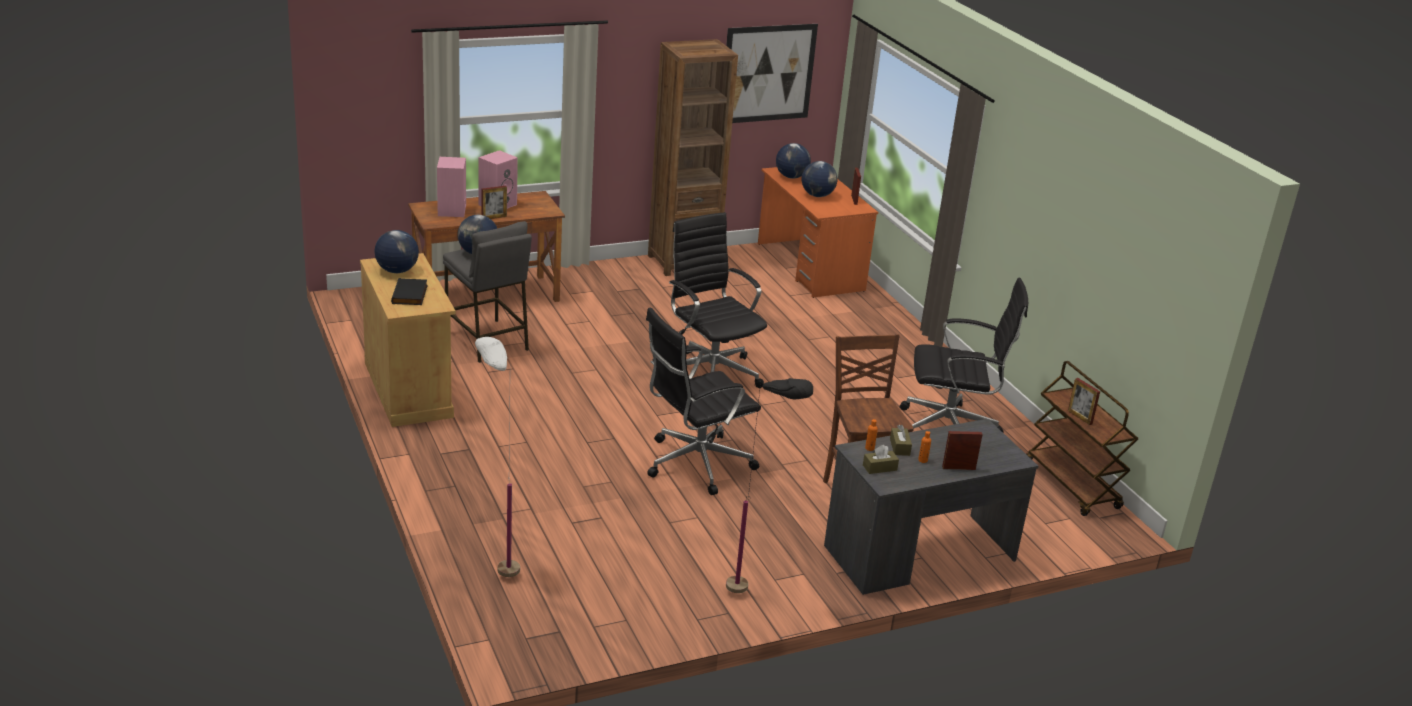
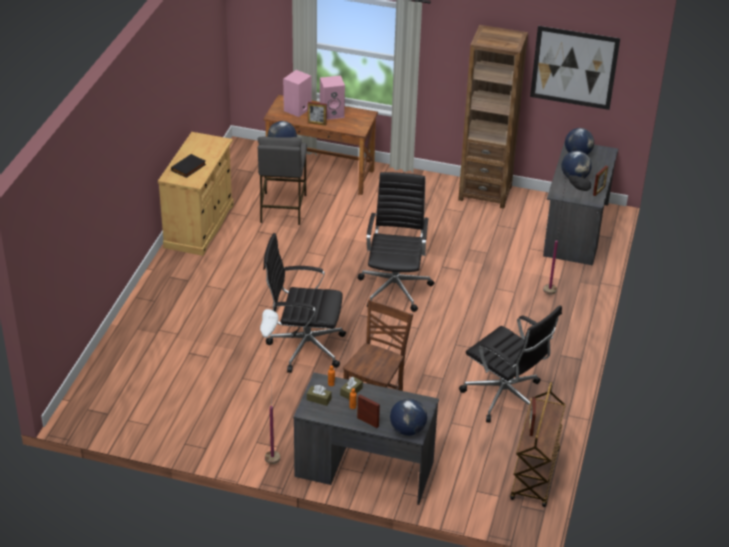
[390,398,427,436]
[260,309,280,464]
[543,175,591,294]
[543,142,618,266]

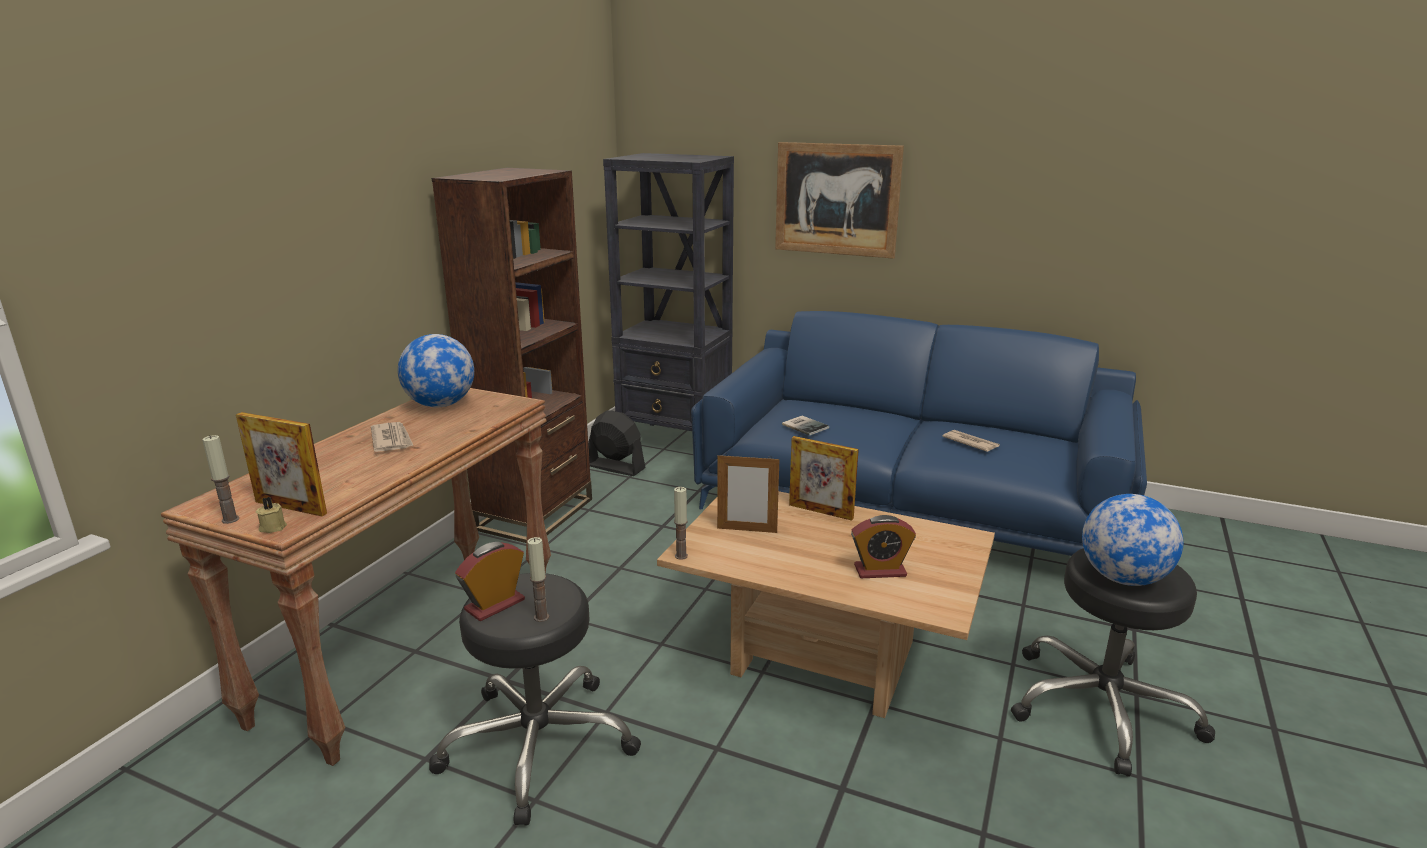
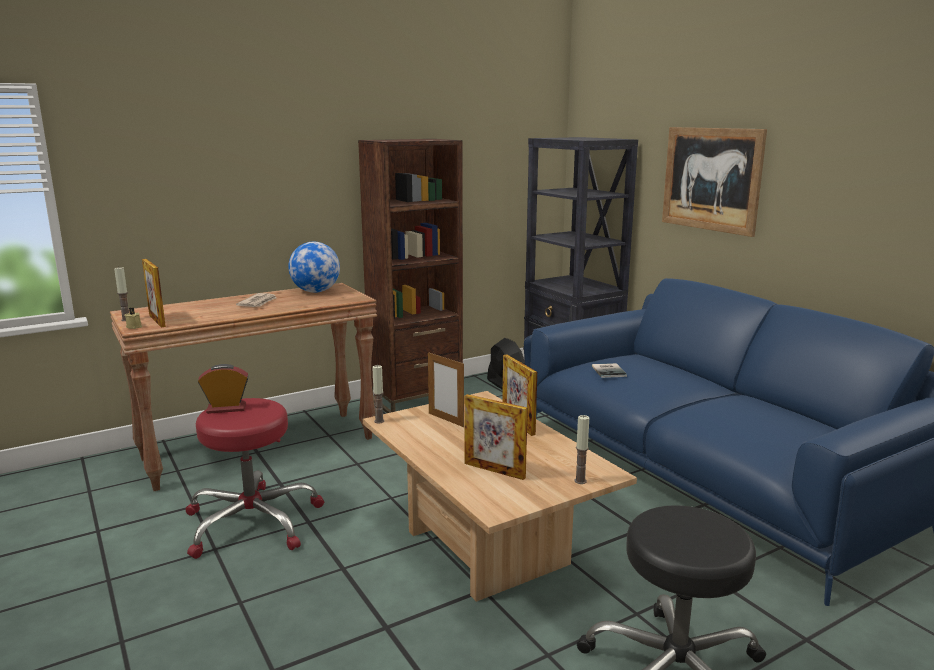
[943,430,1000,452] (first image)
[1082,494,1183,586] (first image)
[574,415,589,484]
[464,394,528,480]
[185,398,324,559]

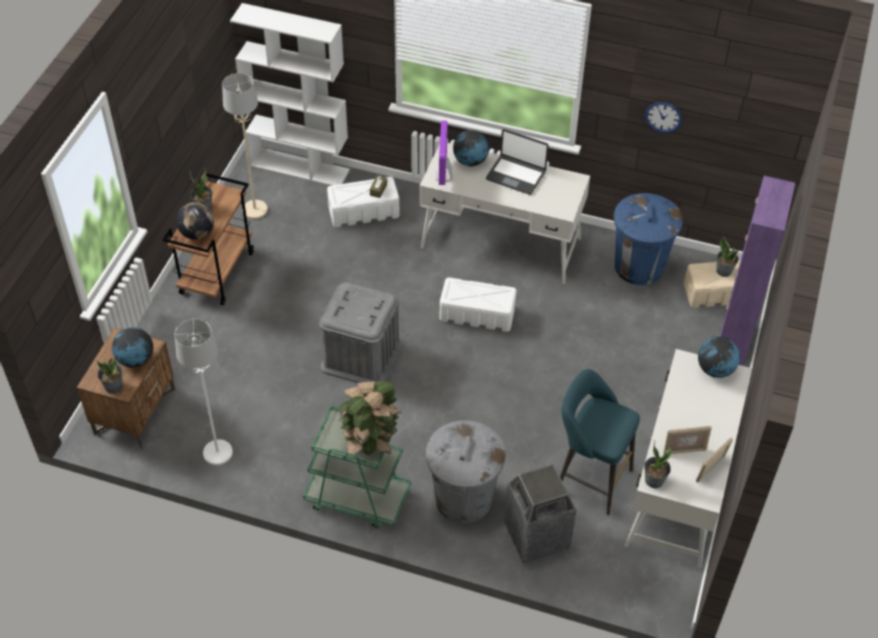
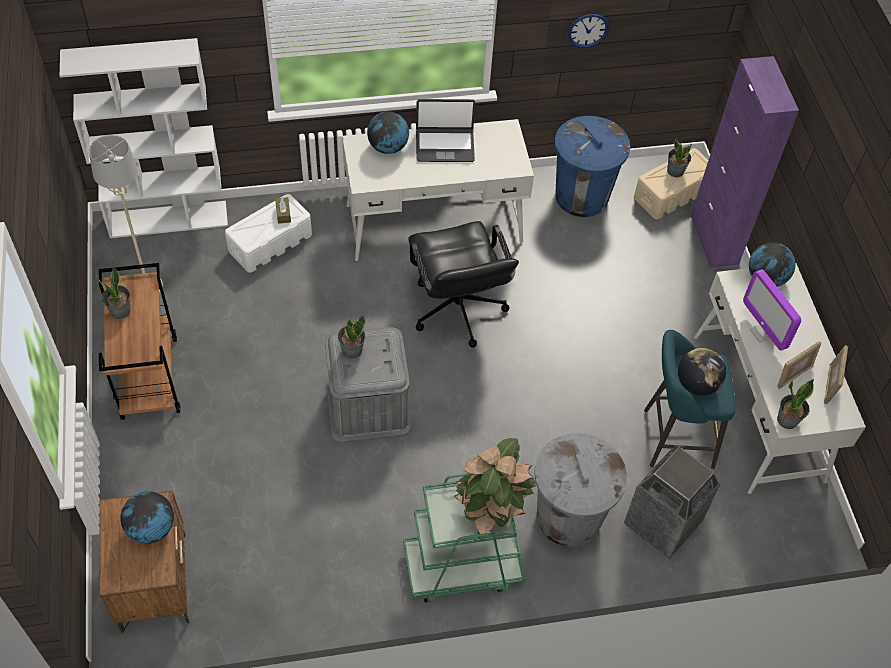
[174,319,233,465] (first image)
[337,315,365,359]
[678,348,726,396]
[743,269,801,351]
[408,221,519,348]

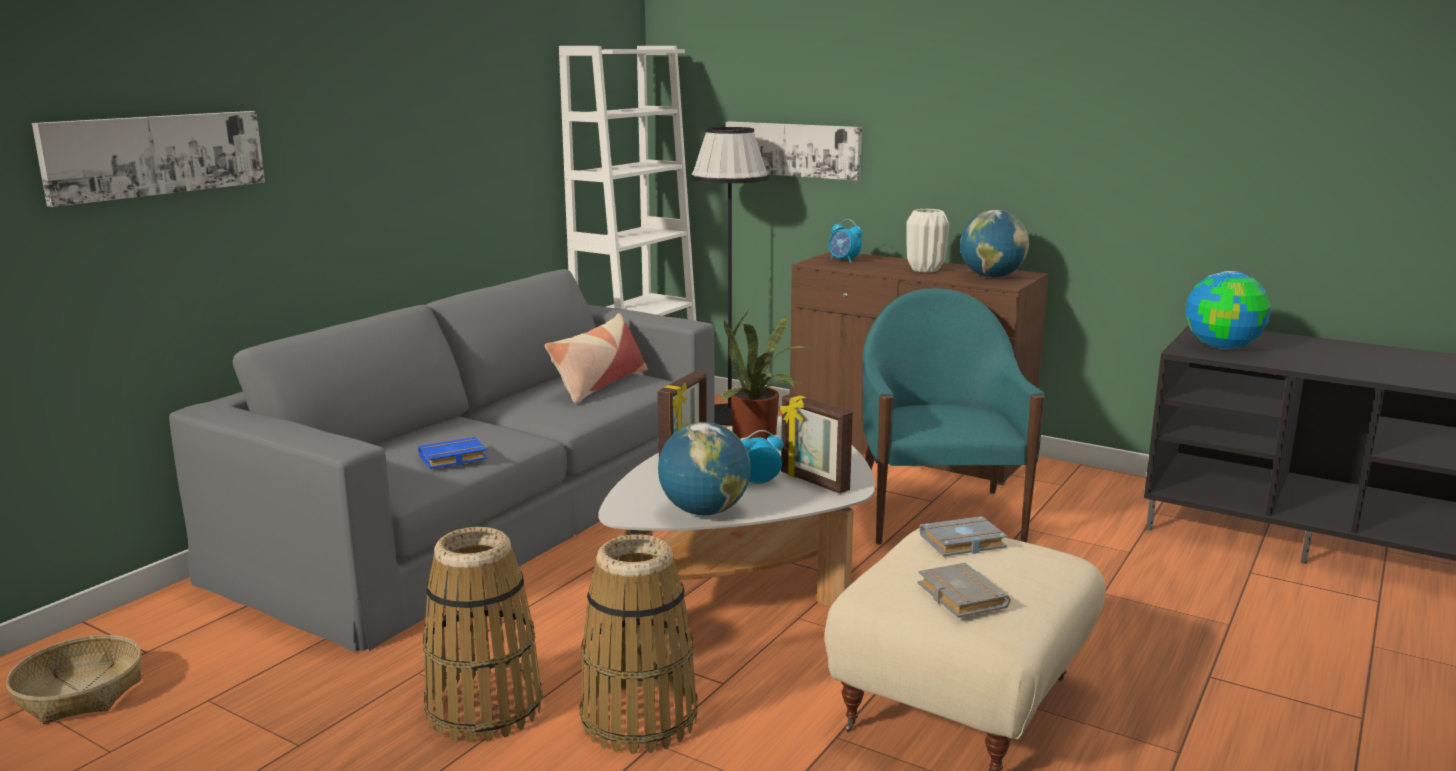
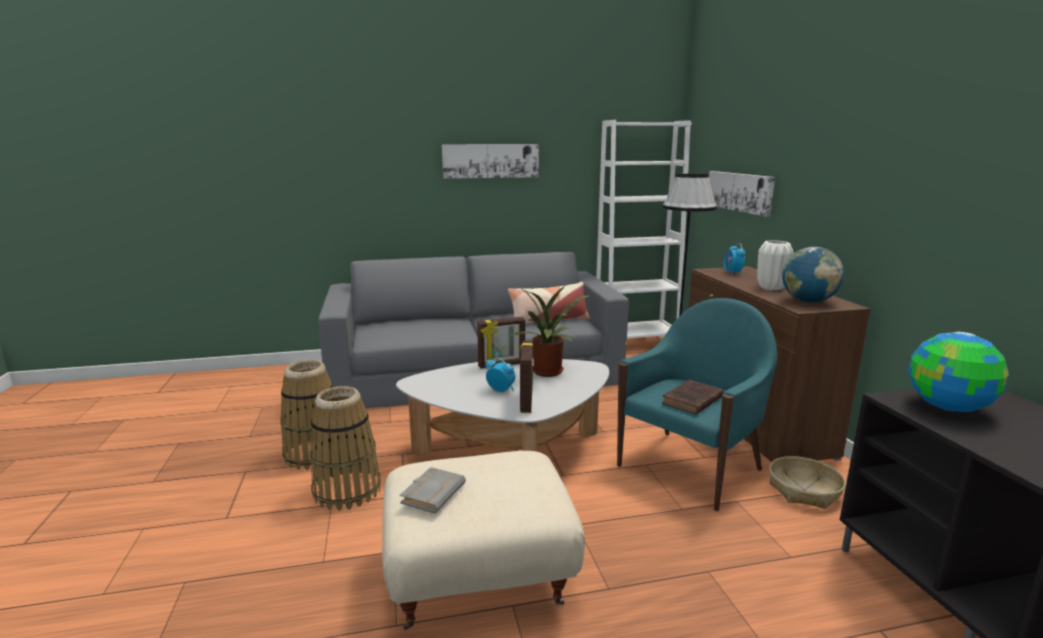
[418,437,488,469] (first image)
[658,422,751,515] (first image)
[919,516,1008,556] (first image)
[662,380,723,415]
[769,456,846,509]
[442,144,539,179]

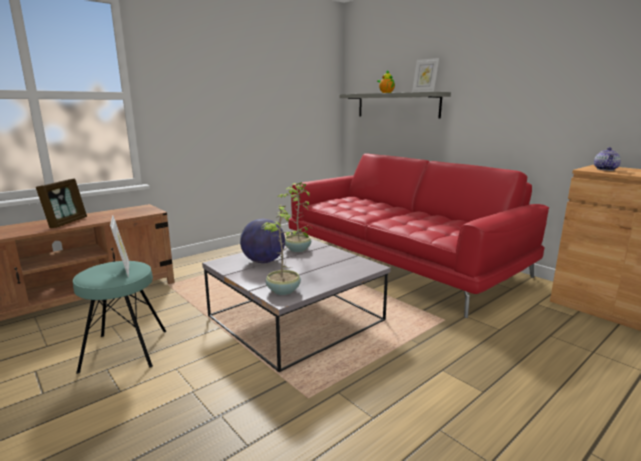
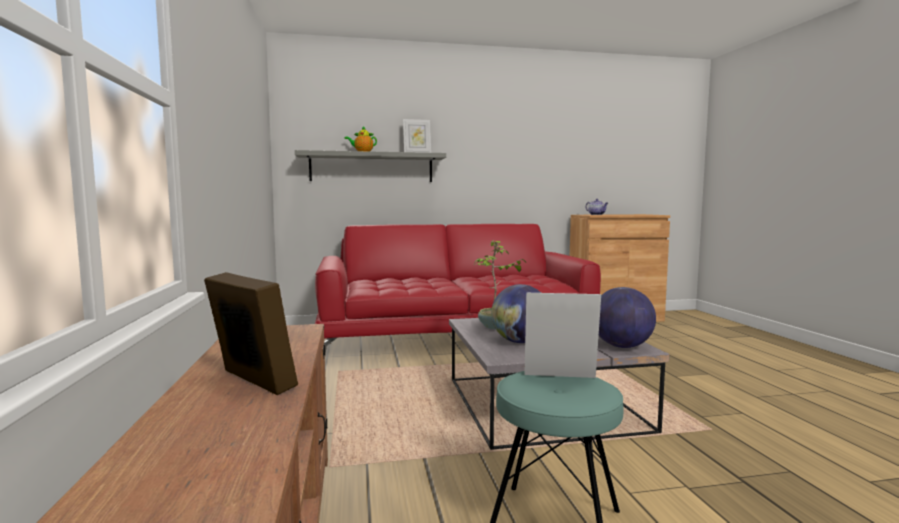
[599,287,656,348]

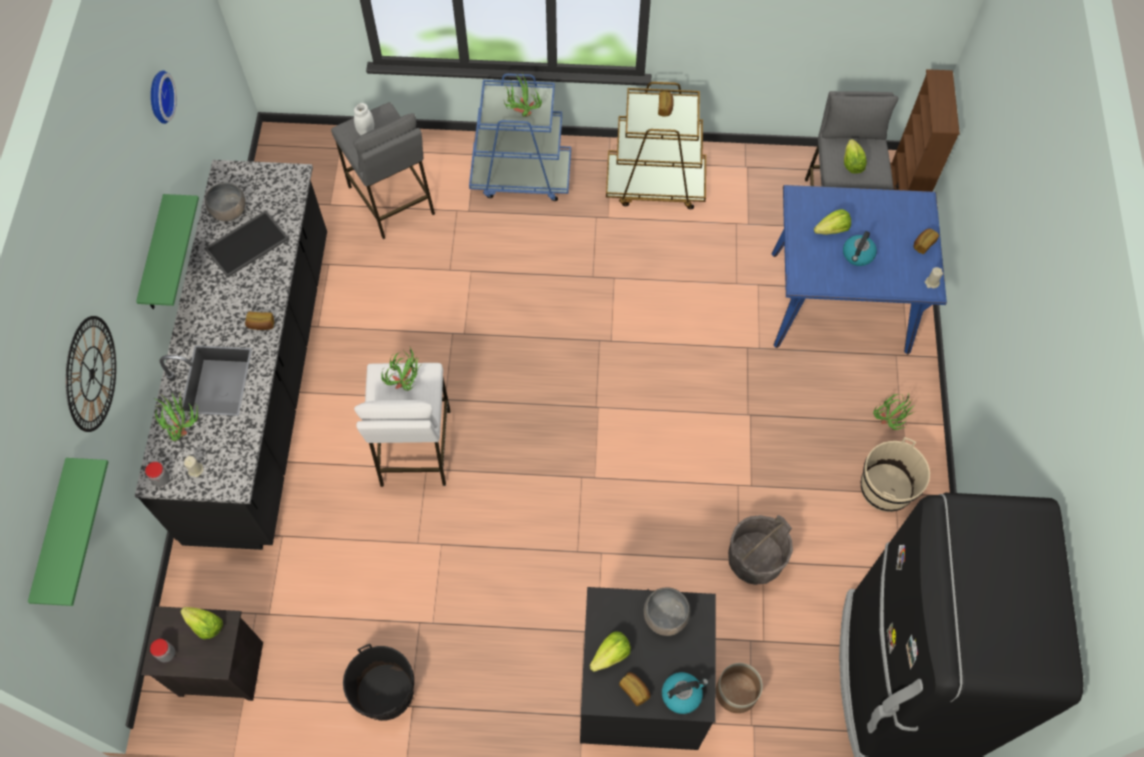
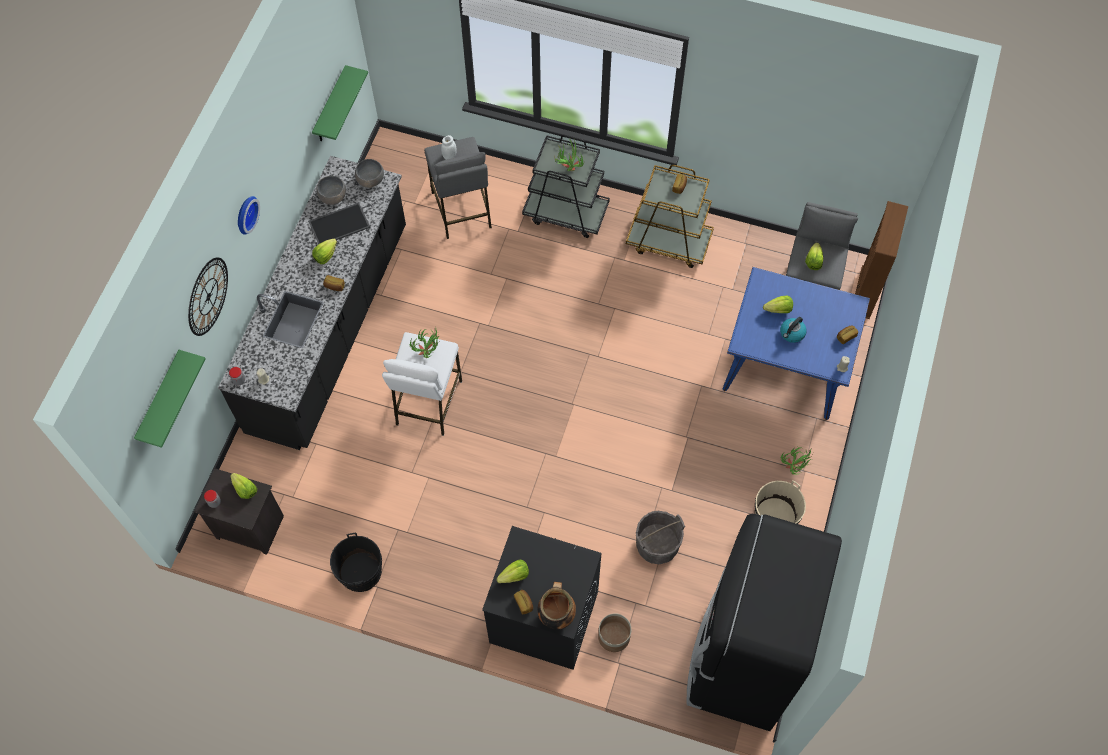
[155,394,198,441] (first image)
[312,239,337,264]
[312,65,368,141]
[238,196,260,235]
[355,159,384,188]
[538,582,576,630]
[522,135,610,238]

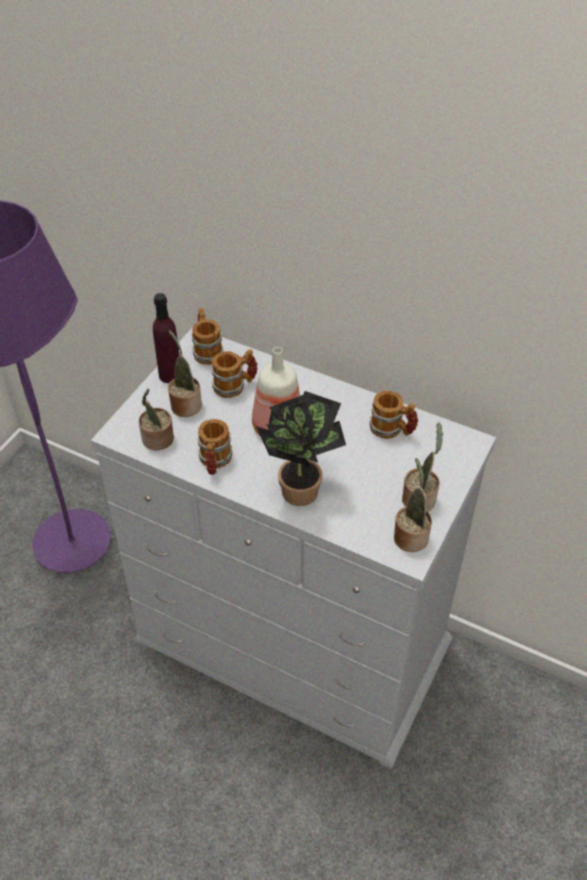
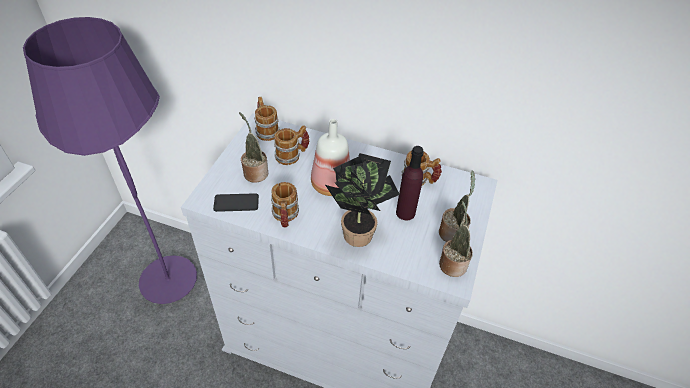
[396,146,424,220]
[213,193,259,212]

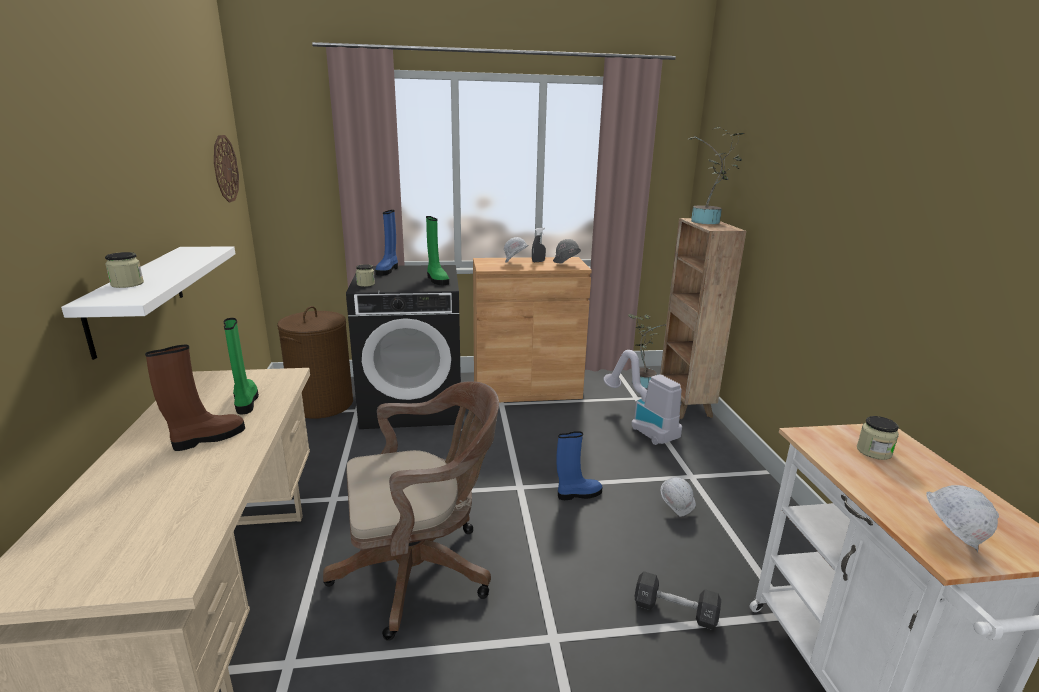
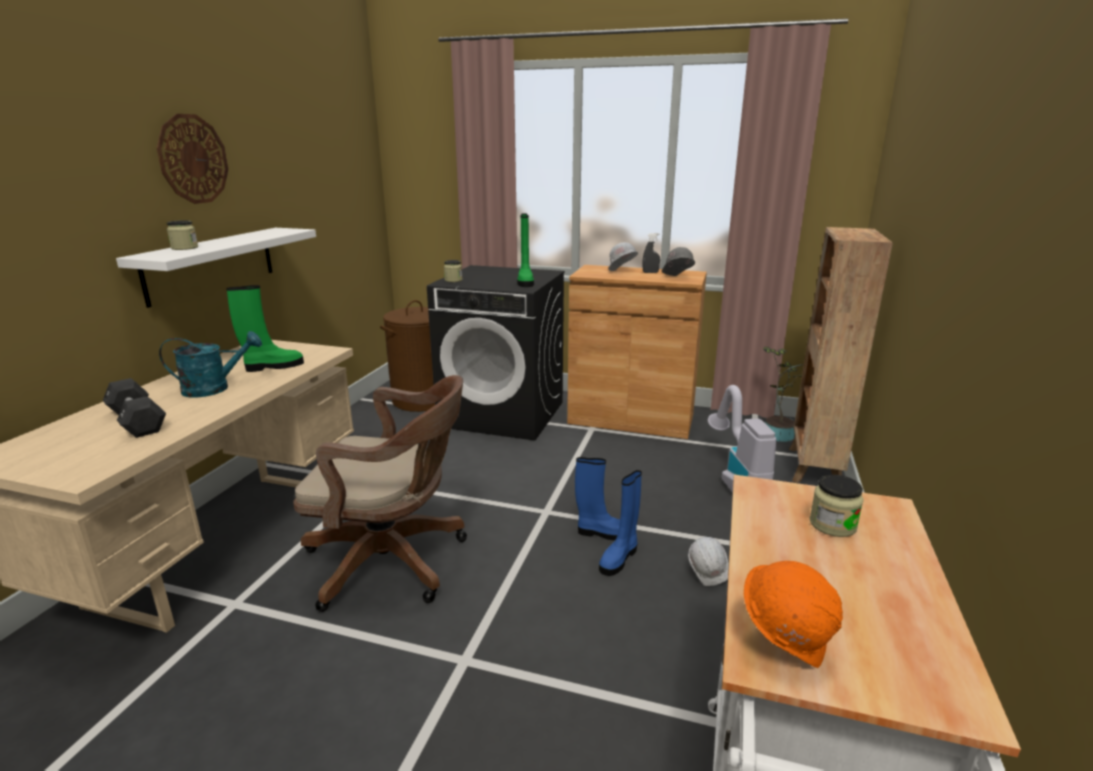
[688,127,744,224] (first image)
[157,114,229,204]
[599,470,642,576]
[103,378,166,438]
[159,331,262,398]
[744,561,843,668]
[226,285,304,372]

